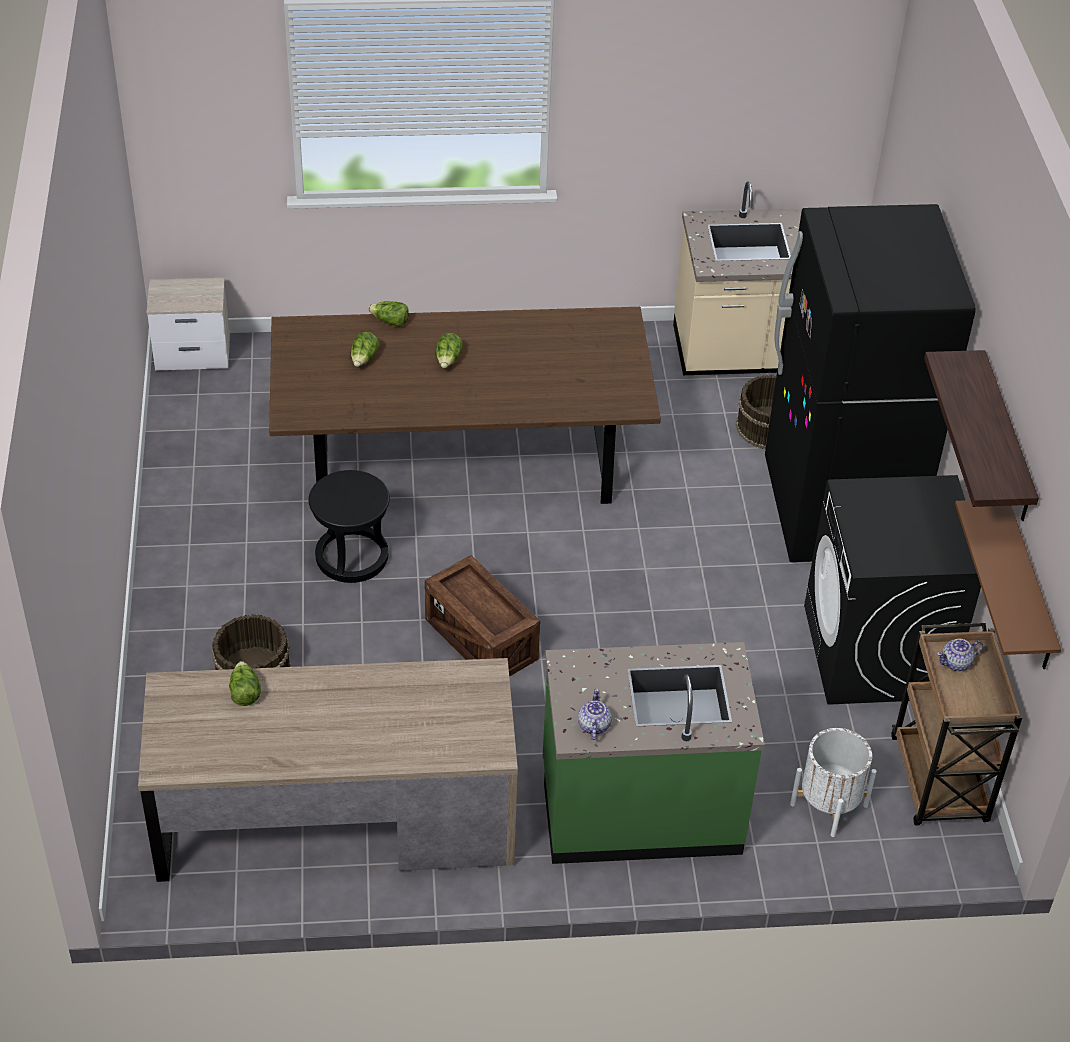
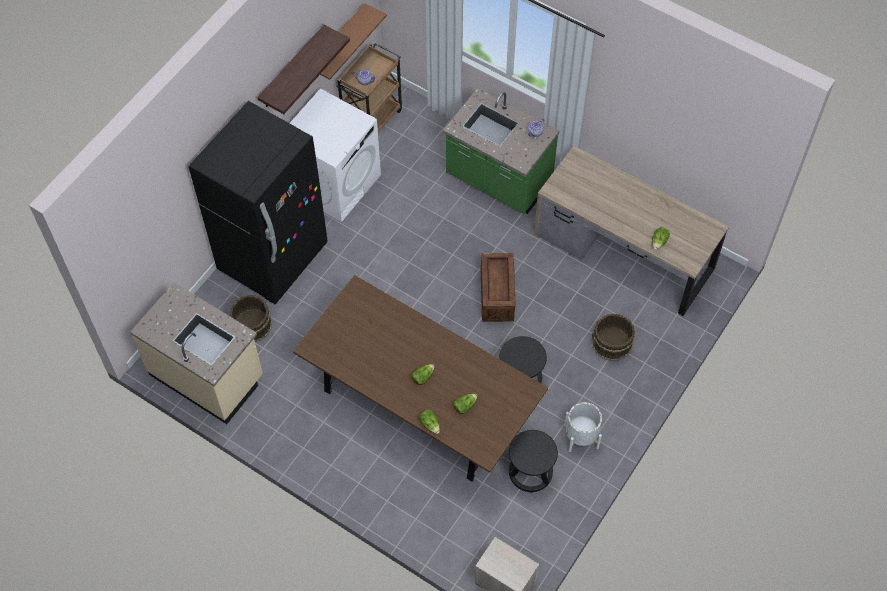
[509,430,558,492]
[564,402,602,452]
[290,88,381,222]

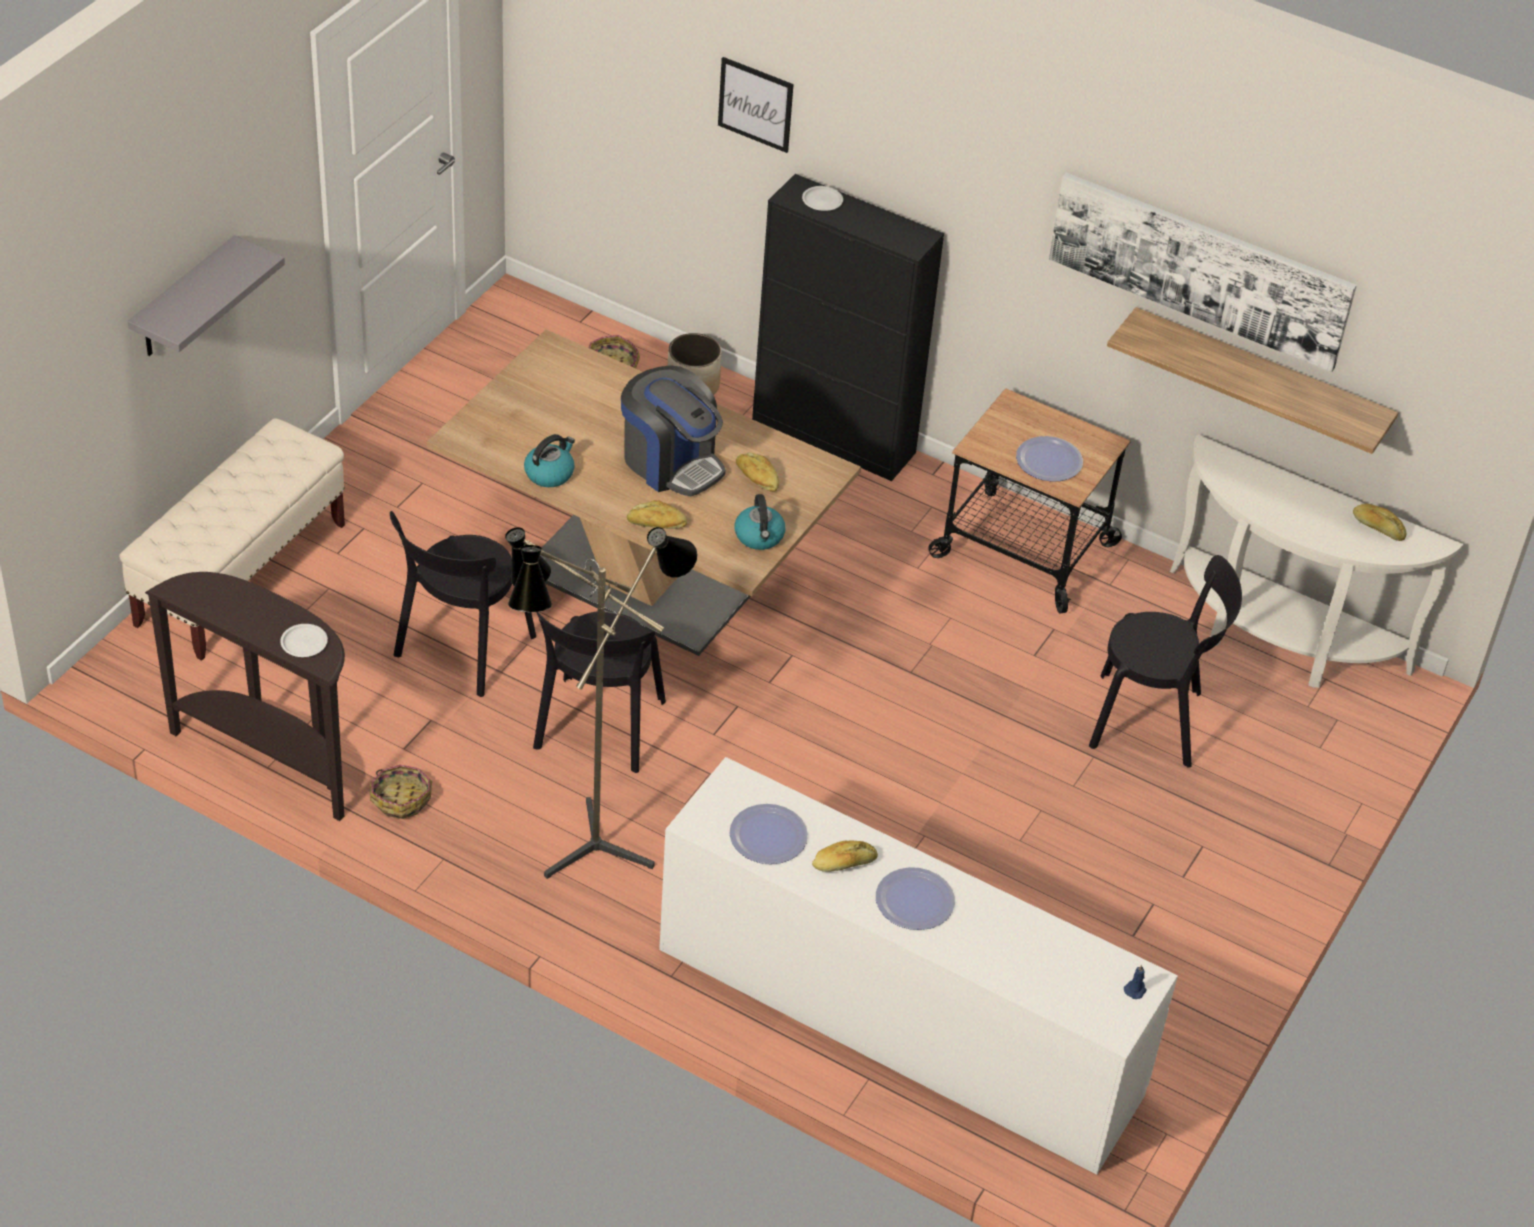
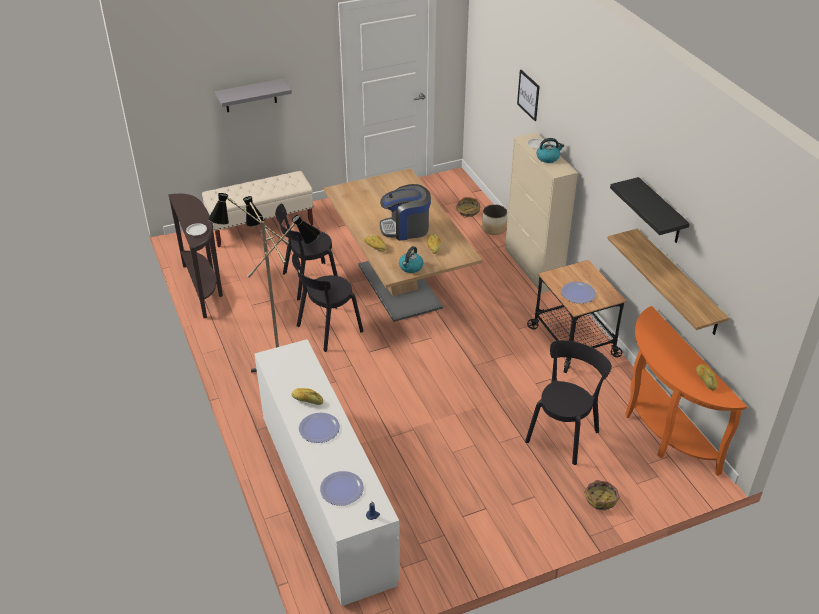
[584,480,620,511]
[536,138,564,163]
[320,471,364,506]
[610,177,690,243]
[505,133,578,293]
[625,306,747,476]
[380,184,431,241]
[525,340,612,465]

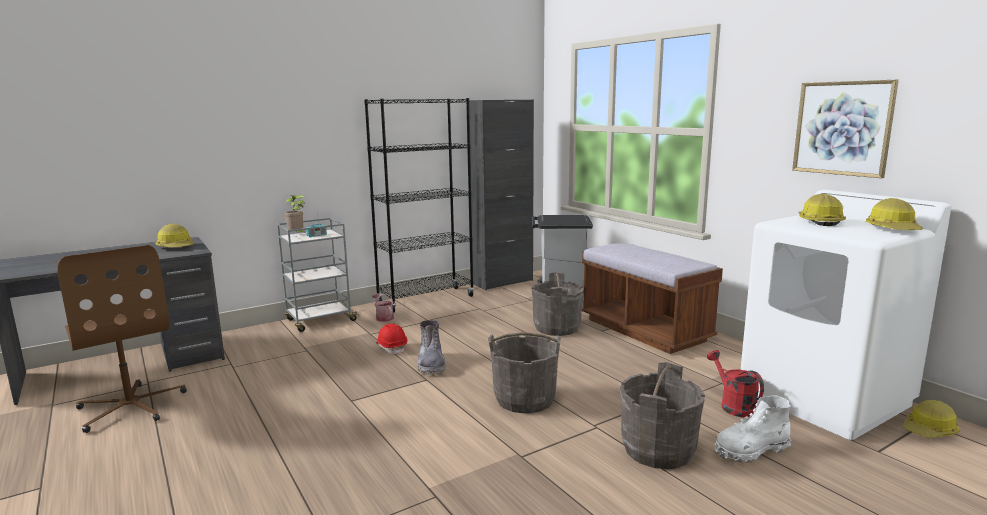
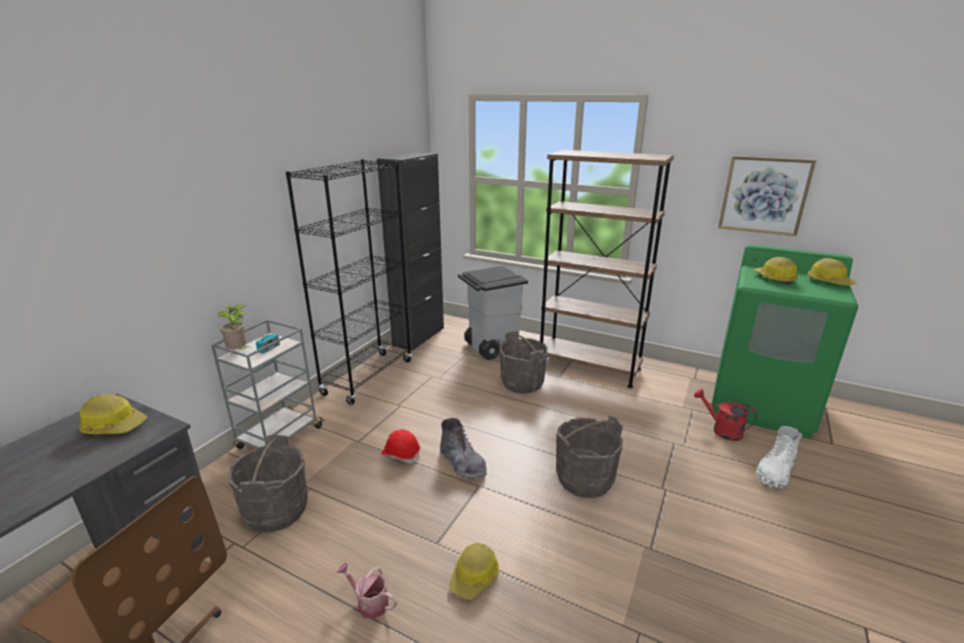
[336,562,397,619]
[228,434,308,533]
[449,542,499,600]
[540,150,674,388]
[711,245,858,439]

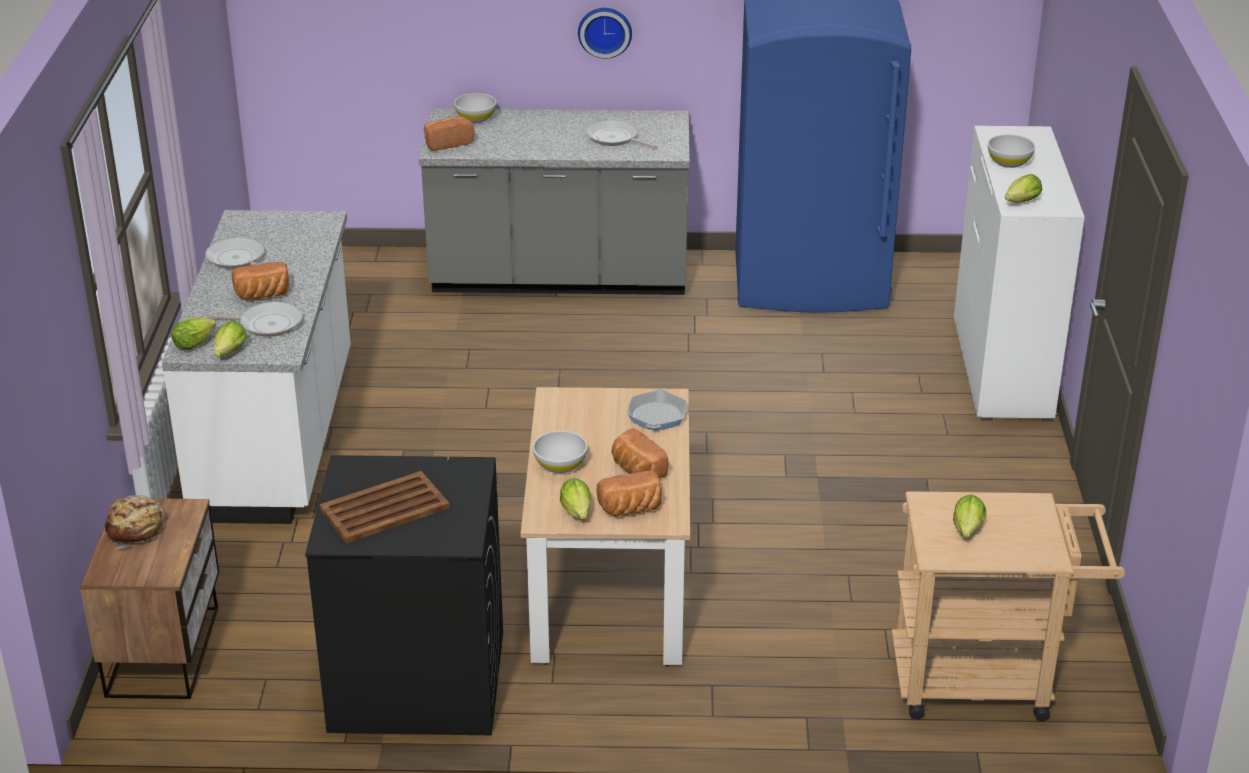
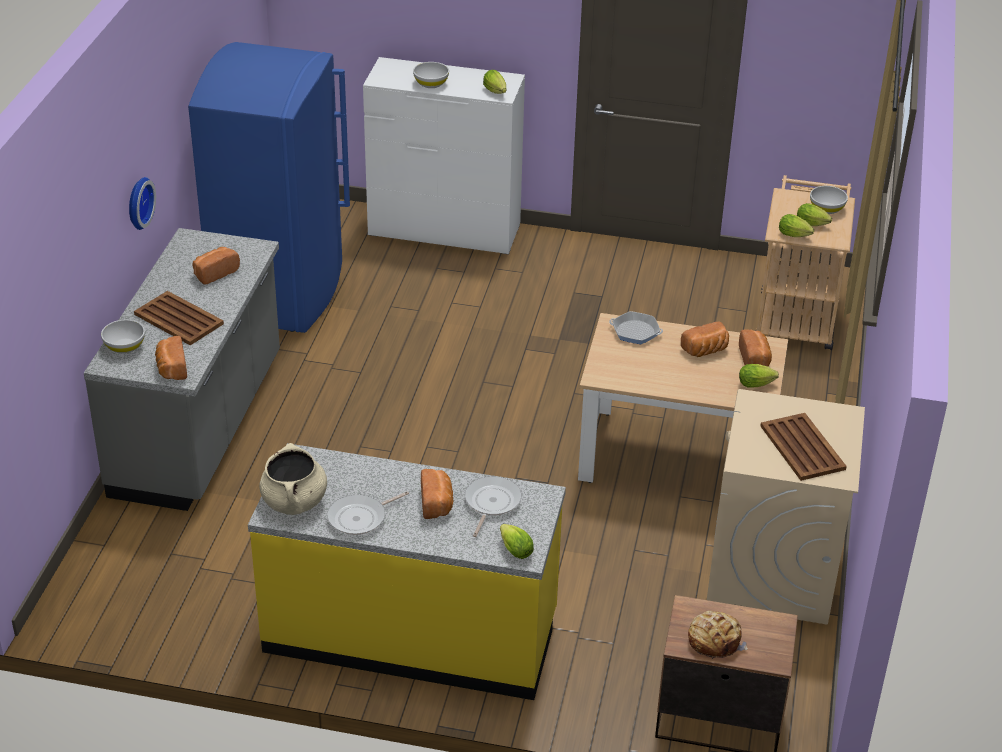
[134,291,224,345]
[259,443,327,515]
[779,214,814,237]
[810,186,848,214]
[193,247,240,285]
[248,443,566,700]
[707,389,865,625]

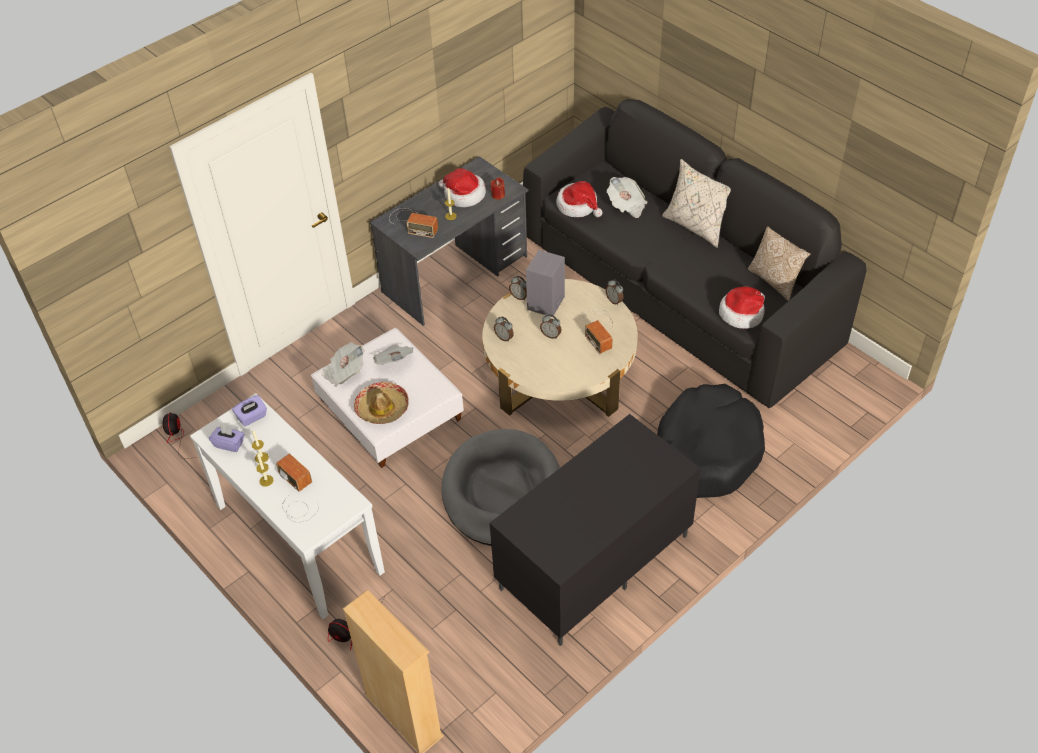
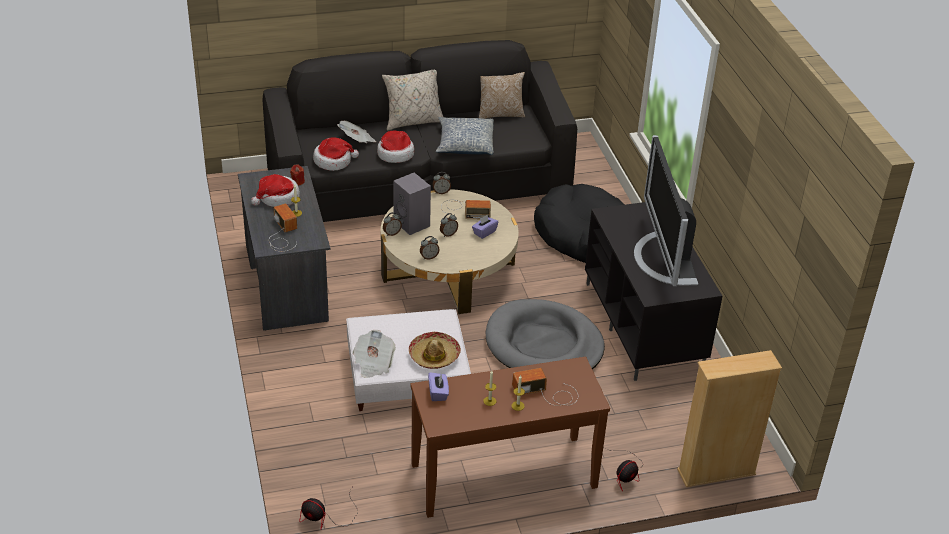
[373,344,413,365] (first image)
[436,117,494,155]
[634,135,698,286]
[472,215,498,239]
[377,131,414,163]
[410,357,610,518]
[269,203,297,252]

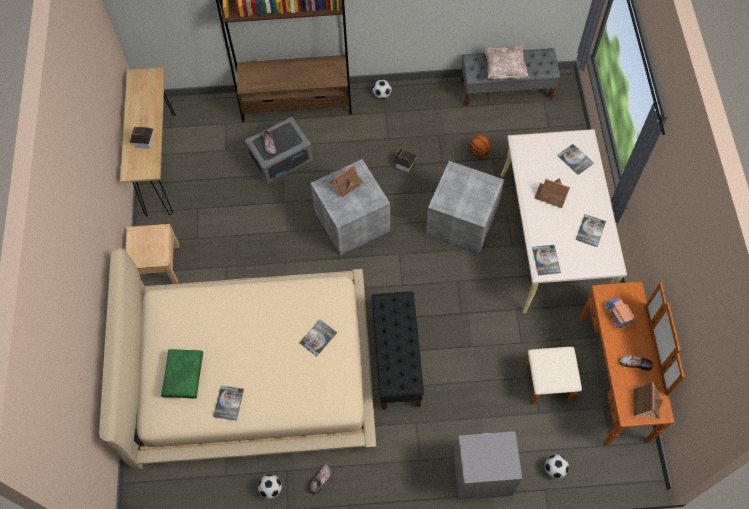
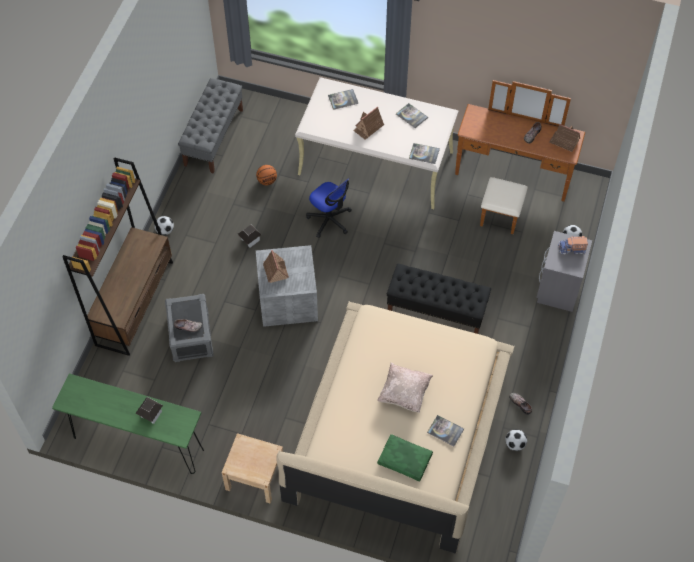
[299,320,337,356] (first image)
[377,363,433,413]
[558,236,588,254]
[306,178,352,238]
[52,373,204,474]

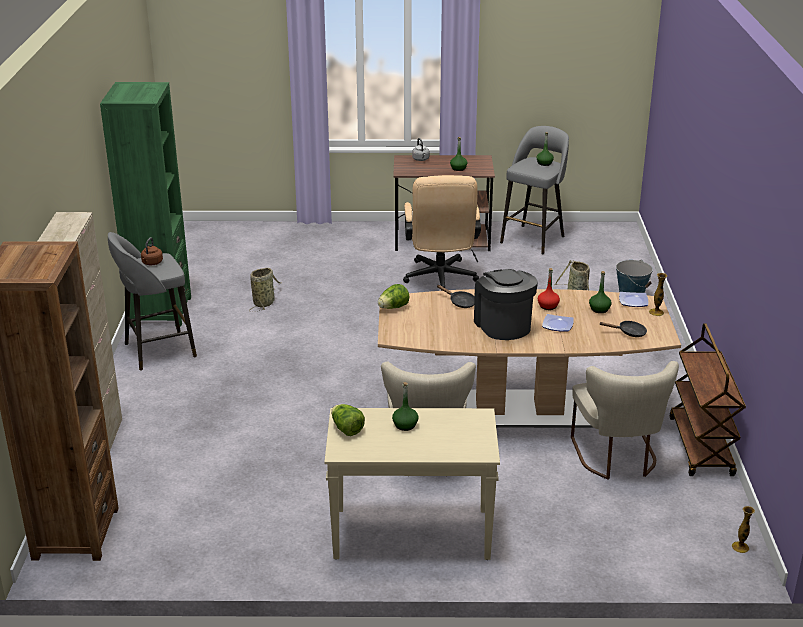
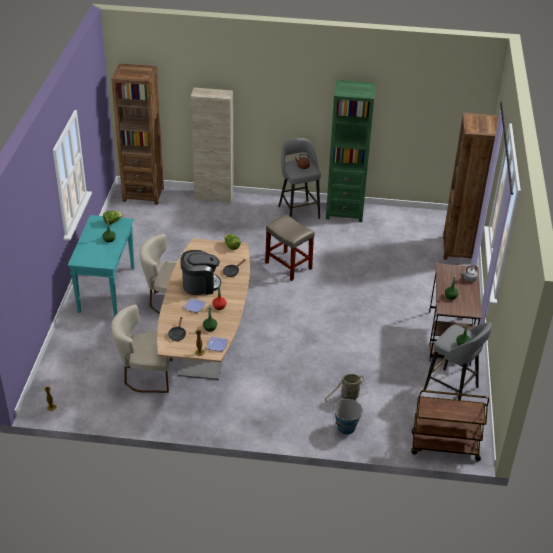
[249,268,281,312] (first image)
[403,175,481,291] (first image)
[265,214,315,281]
[443,113,498,260]
[411,390,489,461]
[68,215,134,316]

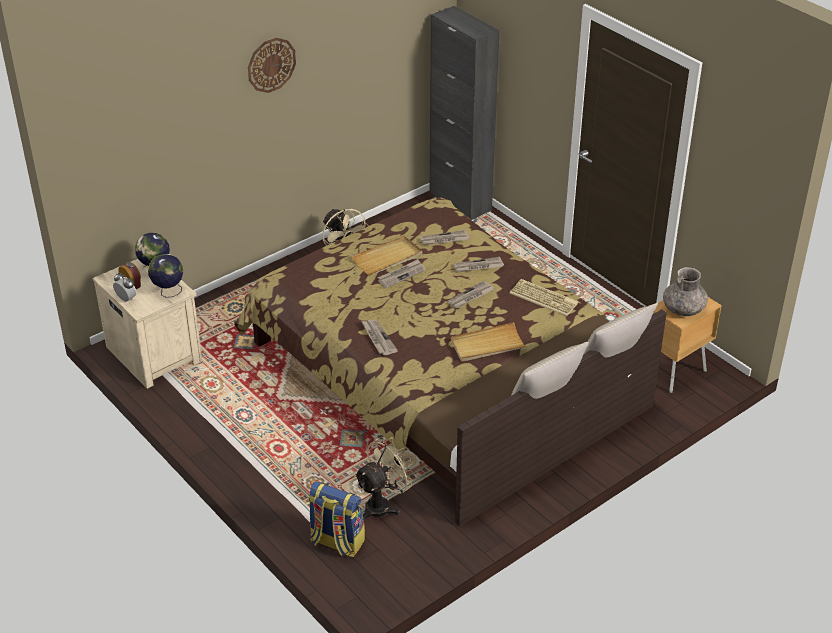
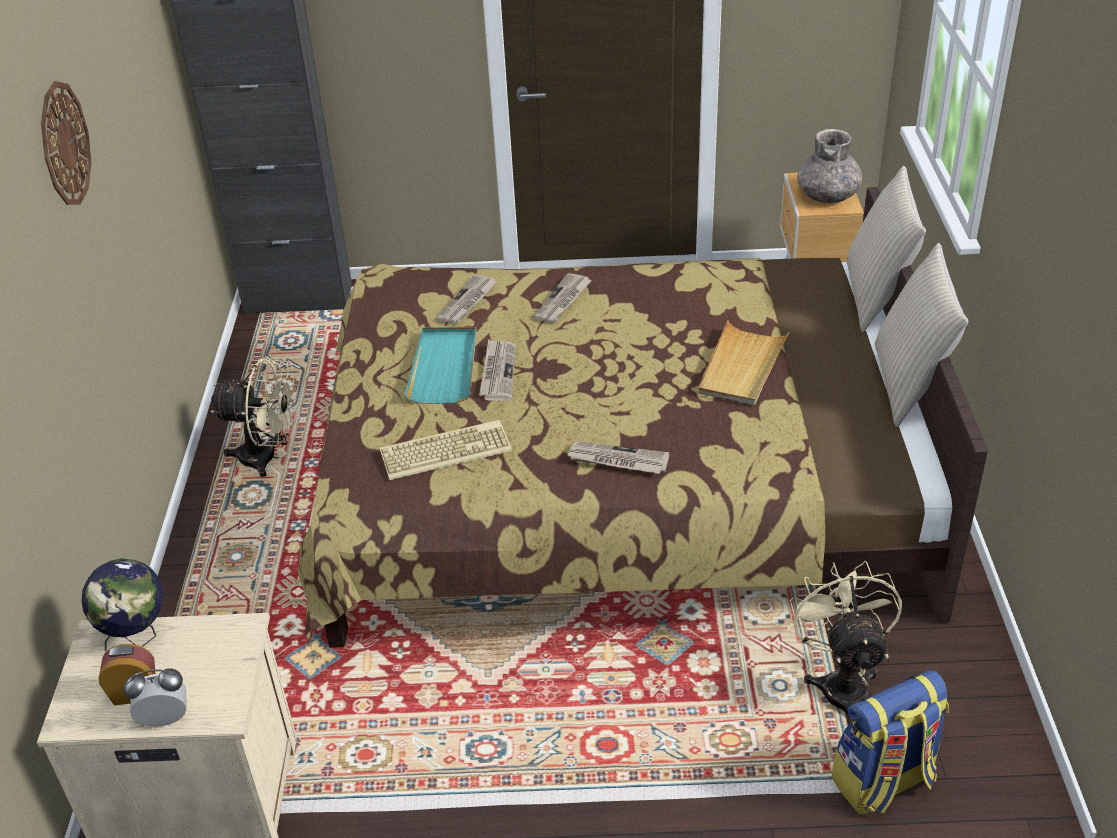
[148,254,183,298] (first image)
[447,281,494,308] (first image)
[380,420,512,480]
[404,327,476,404]

